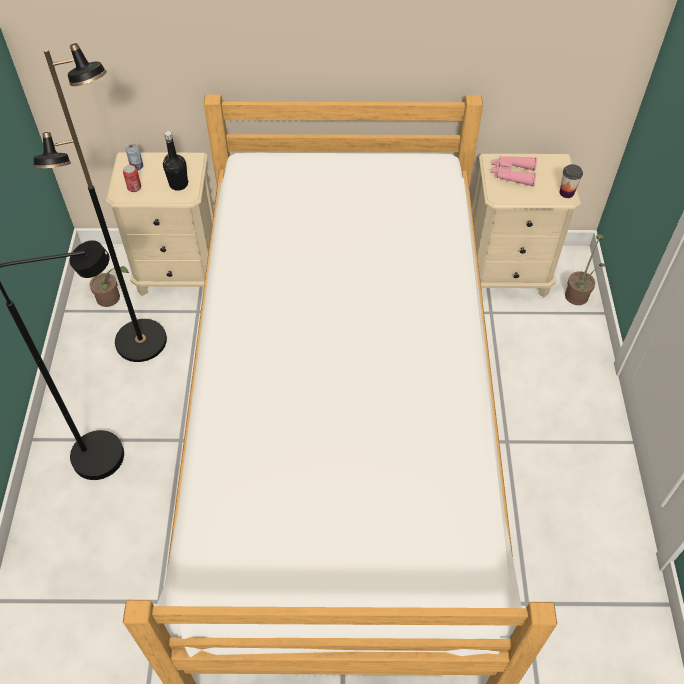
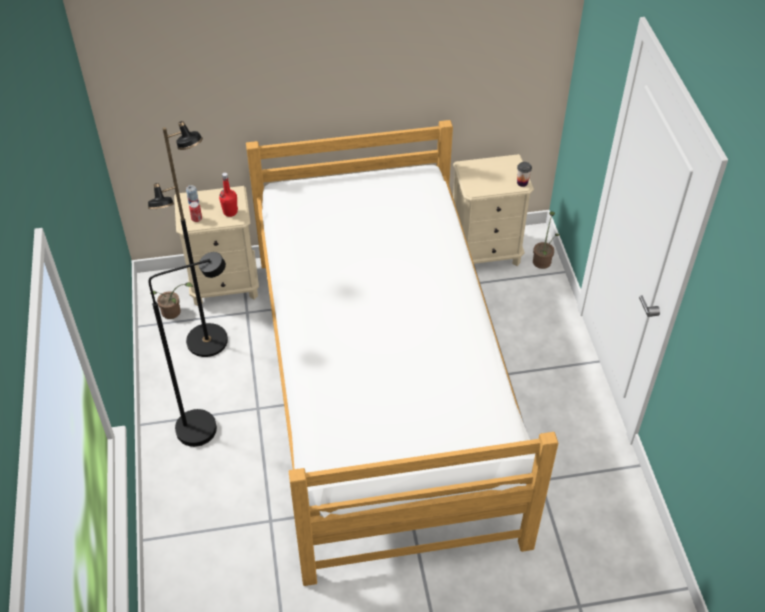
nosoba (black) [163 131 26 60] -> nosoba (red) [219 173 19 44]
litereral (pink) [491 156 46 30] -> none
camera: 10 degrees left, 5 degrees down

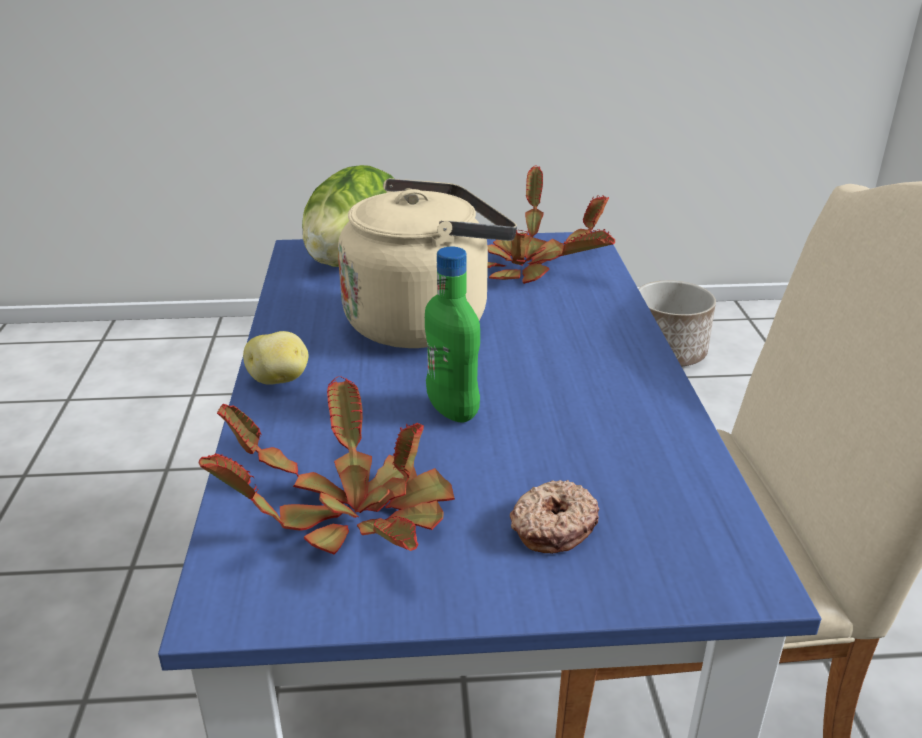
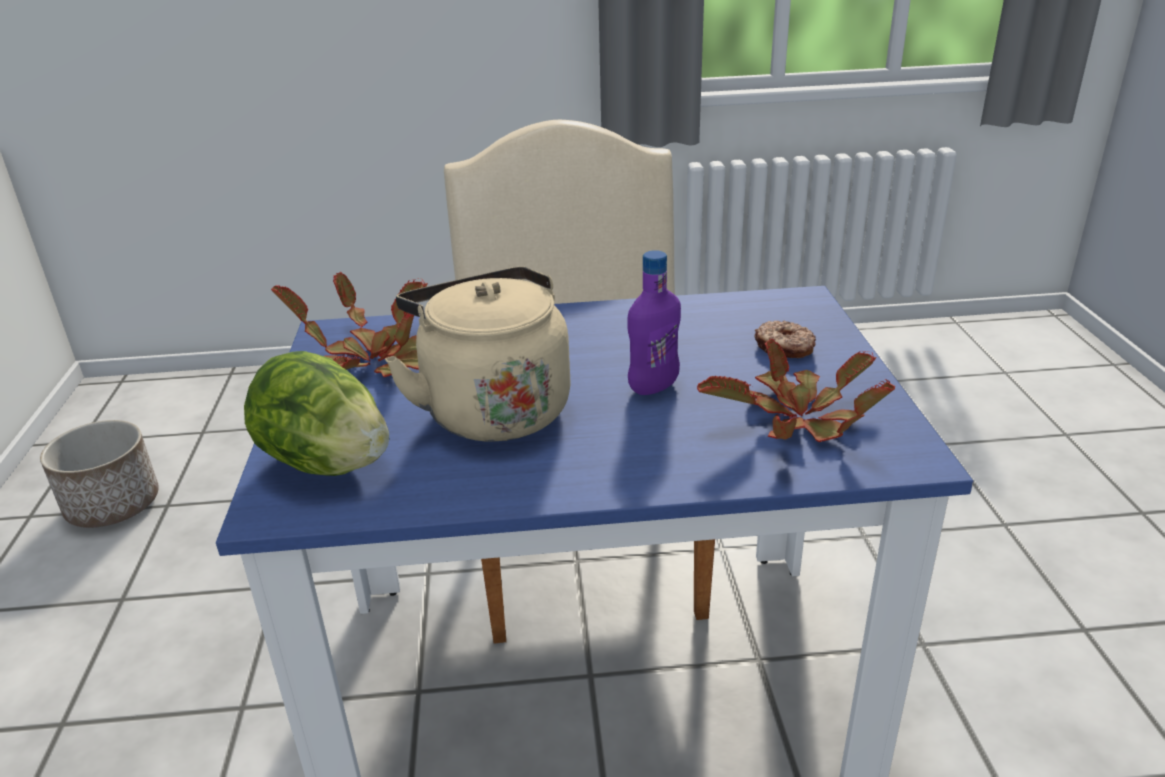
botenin [243 331 66 54] -> none
nosoba (green) [425 247 55 176] -> nosoba (purple) [628 250 53 145]
camera: 90 degrees left, 0 degrees up

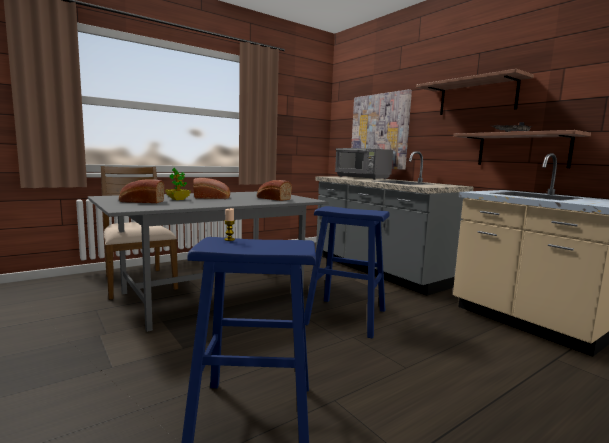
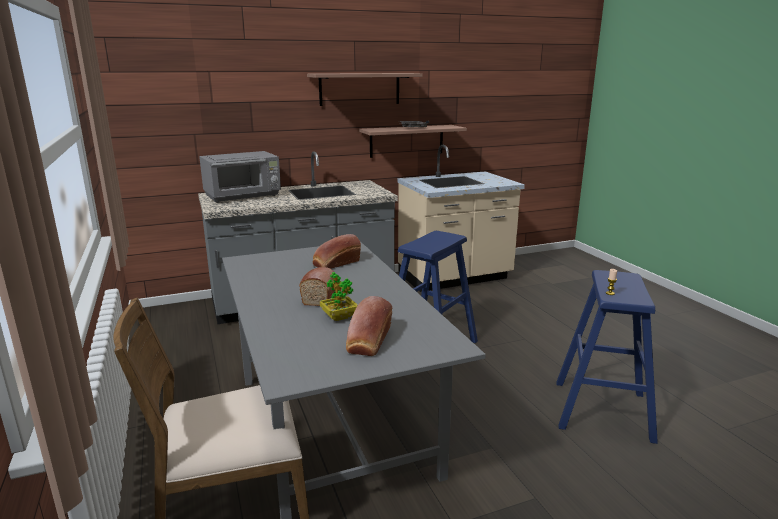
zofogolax [351 89 61 81] -> none
camera: 75 degrees left, 10 degrees up

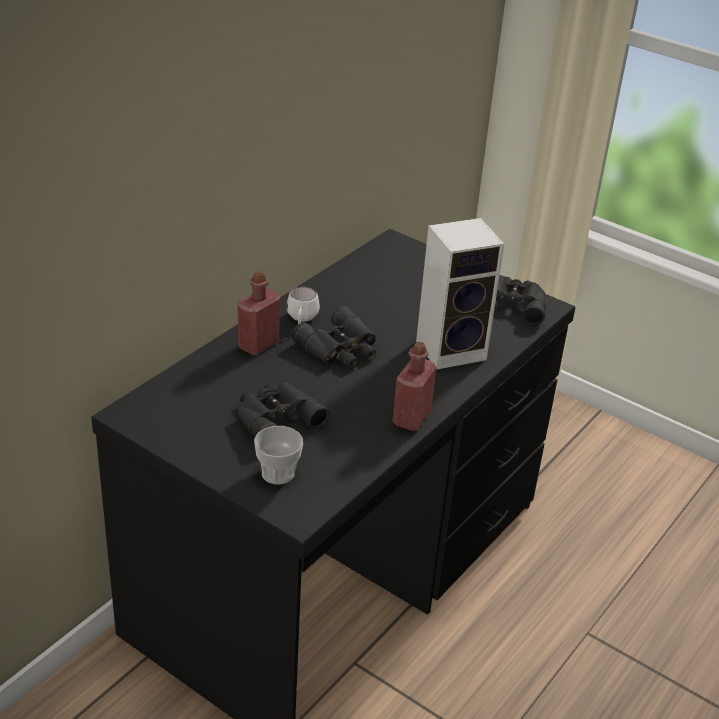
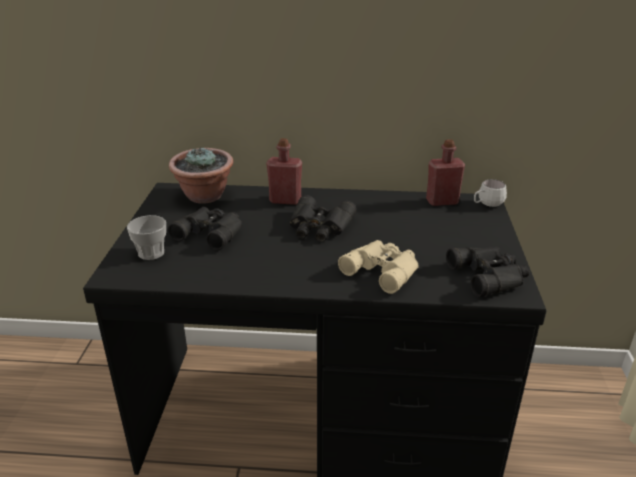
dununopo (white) [286 287 34 37] -> dununopo (white) [474 179 33 28], relocated
nosoba (red) [393 342 43 89] -> nosoba (red) [426 139 39 67], relocated
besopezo [416 218 88 152] -> litereral (beige) [338 240 80 54]
none -> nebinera [169 148 64 56]
camera: 60 degrees right, 5 degrees down

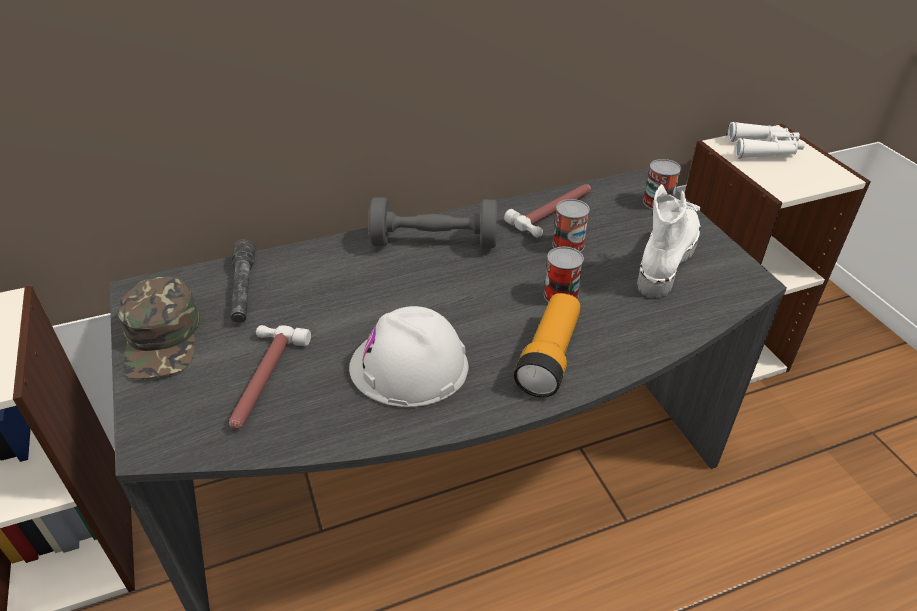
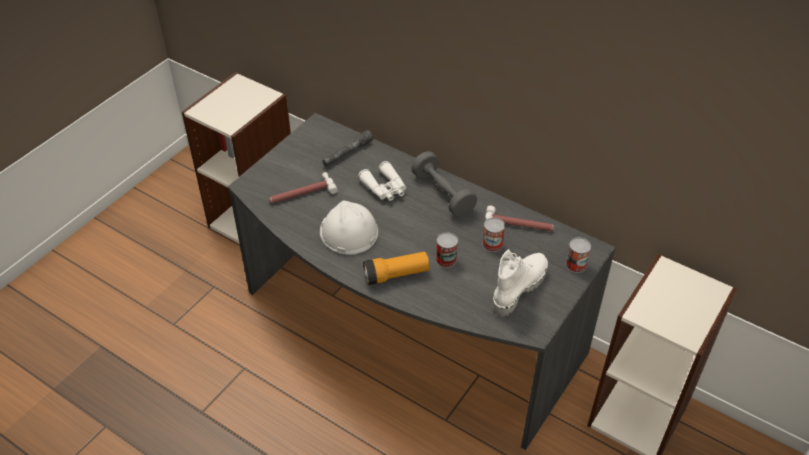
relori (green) [118 277 82 102] -> none
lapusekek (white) [637 184 64 114] -> lapusekek (white) [492 249 56 68], 45 degrees counterclockwise
litereral (white) [728 122 77 37] -> litereral (white) [358 161 48 40], relocated
camera: 55 degrees right, 5 degrees up

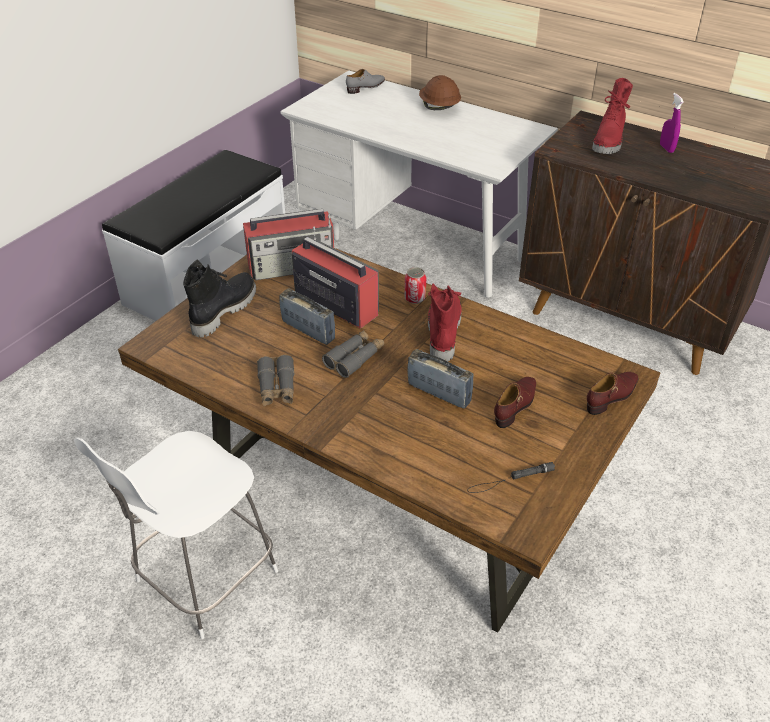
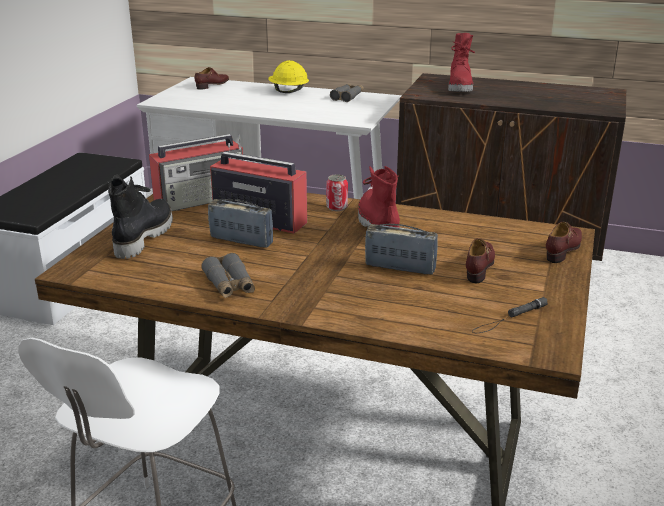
litereral (grey) [322 330 62 48] -> litereral (grey) [330 84 34 18], relocated
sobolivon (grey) [346 69 39 25] -> sobolivon (brown) [195 67 34 23]
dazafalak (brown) [419 75 42 35] -> dazafalak (yellow) [268 60 41 33]
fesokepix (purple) [660 93 24 60] -> none
camera: 15 degrees left, 15 degrees down

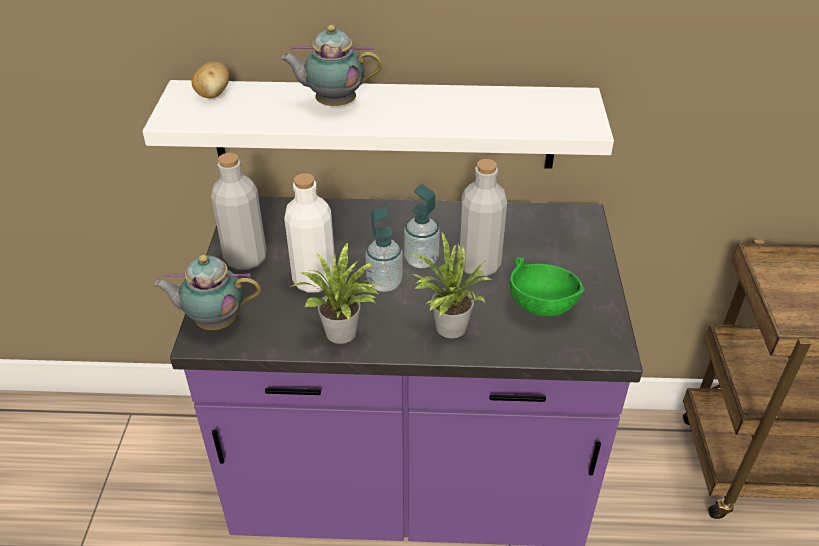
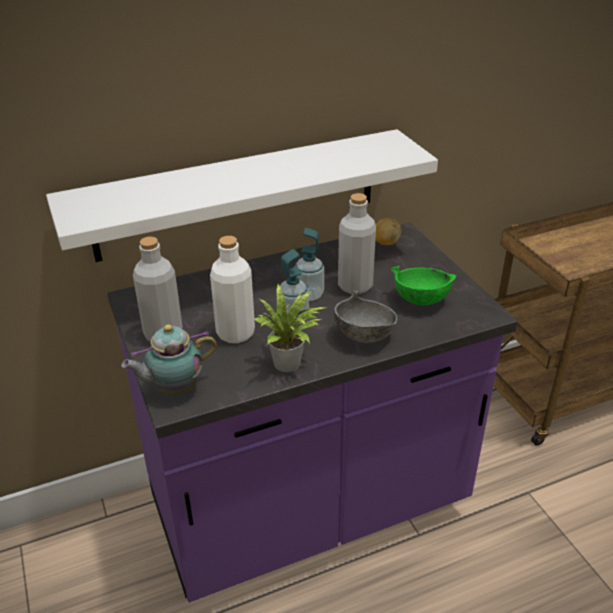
botenin [191 62 38 36] -> botenin [375 218 26 27], relocated
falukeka [280 25 102 81] -> none
nebinera [407 231 85 107] -> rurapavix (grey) [334 290 64 53]
camera: 25 degrees left, 5 degrees down

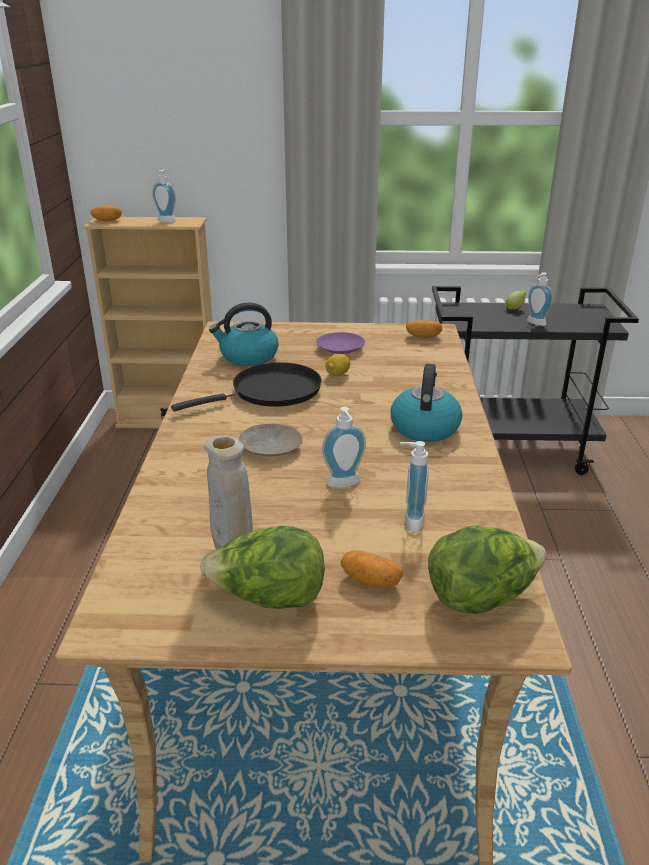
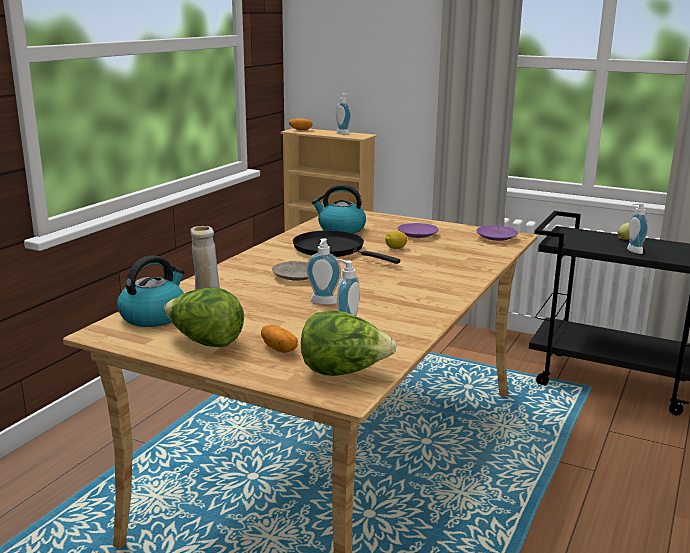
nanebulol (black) [171 362 151 49] -> nanebulol (black) [293 230 107 34], 135 degrees counterclockwise
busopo [390 364 73 78] -> busopo [117 255 68 72], relocated
botenin [406 320 36 18] -> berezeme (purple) [477 225 41 16]
camera: 25 degrees right, 10 degrees down

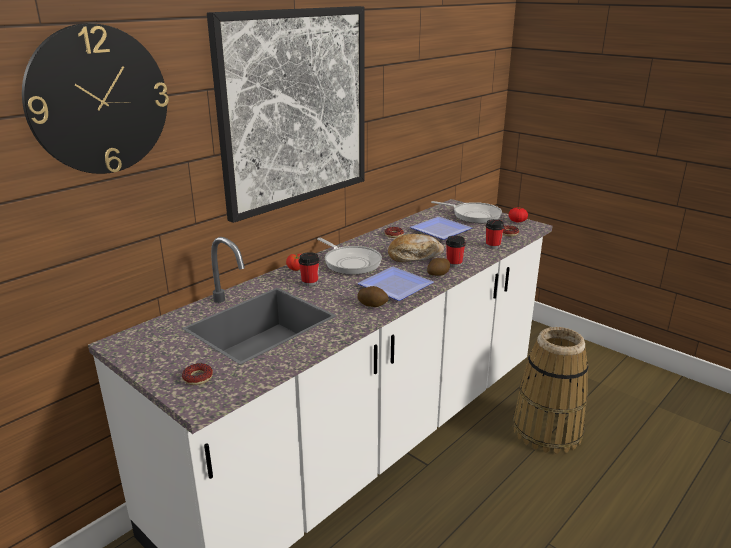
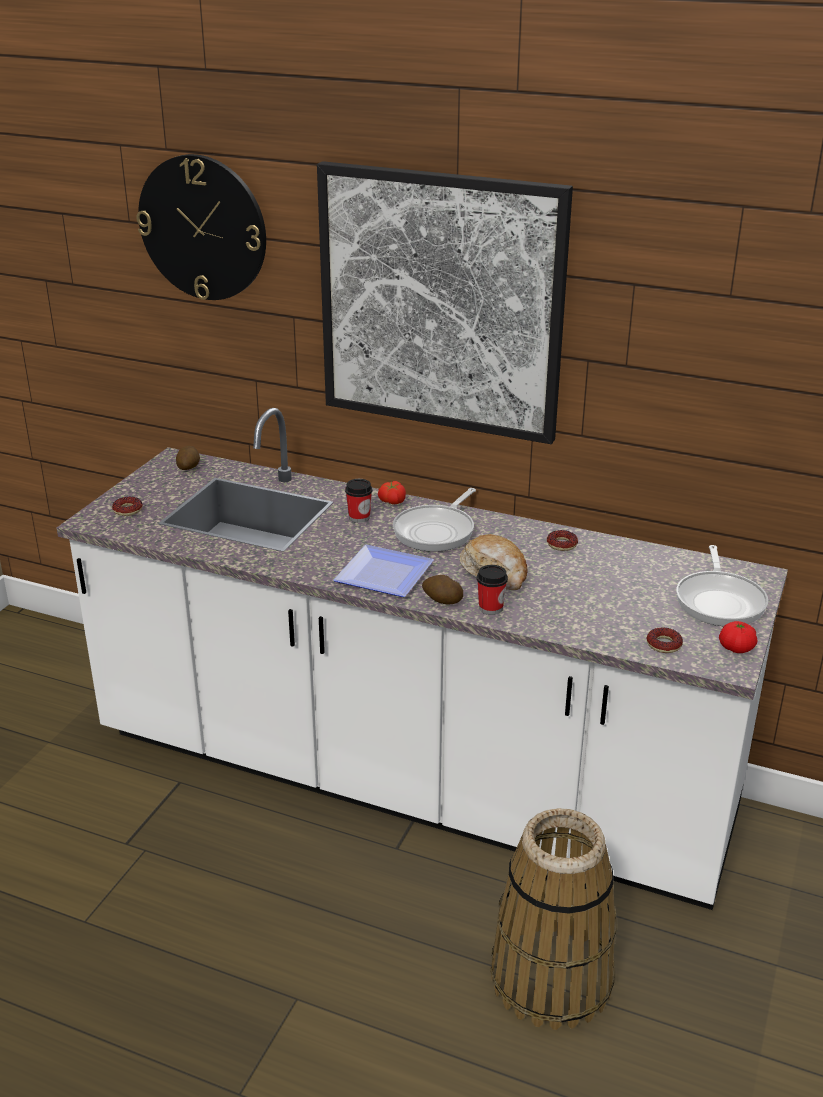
botenin [357 286 32 21] -> botenin [176 446 24 24], relocated
berezeme [410 217 62 23] -> none
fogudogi [486 219 18 30] -> none
camera: 70 degrees right, 5 degrees up

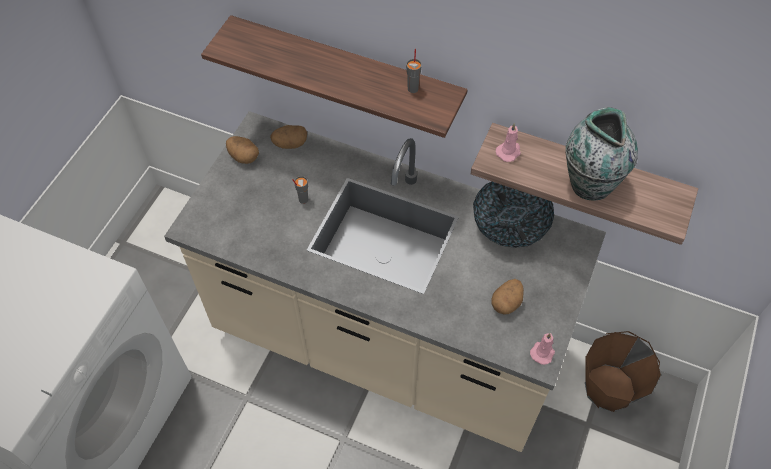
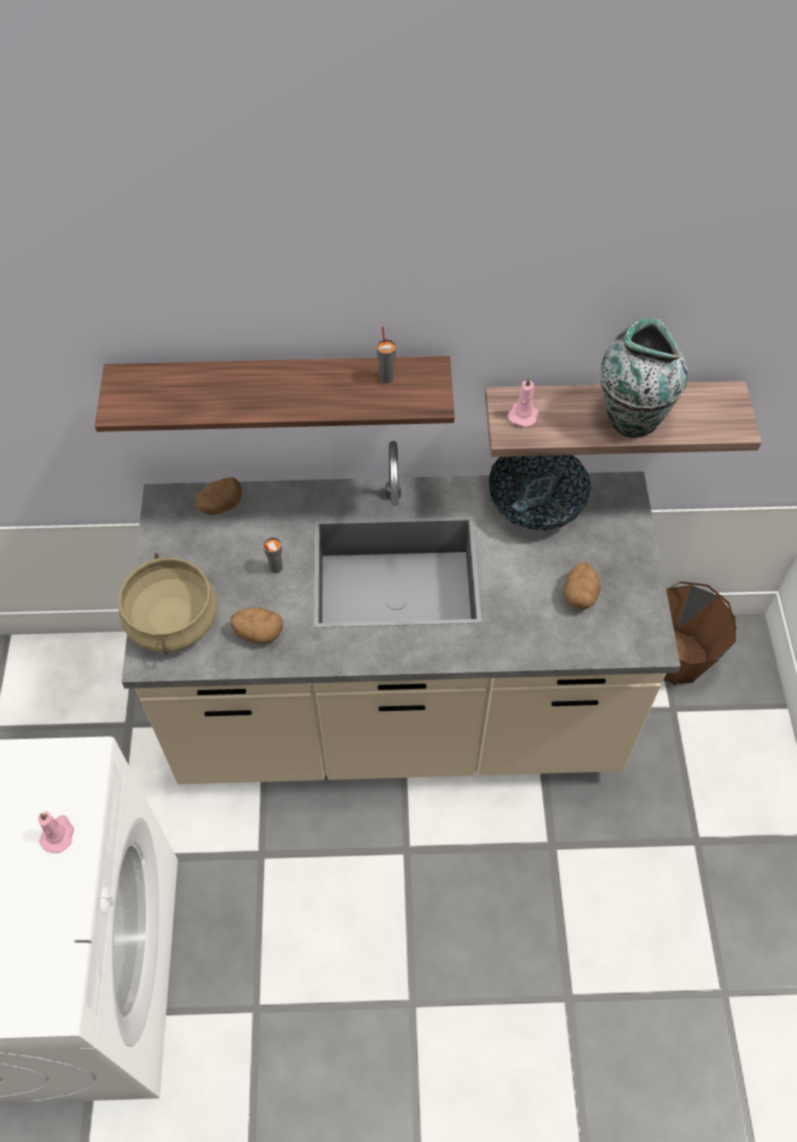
botenin [226 136 33 28] -> botenin [230 607 53 37], relocated
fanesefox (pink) [530 333 25 32] -> fanesefox (pink) [38 811 36 42], relocated
none -> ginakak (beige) [118 553 99 101]
camera: 25 degrees left, 0 degrees up

